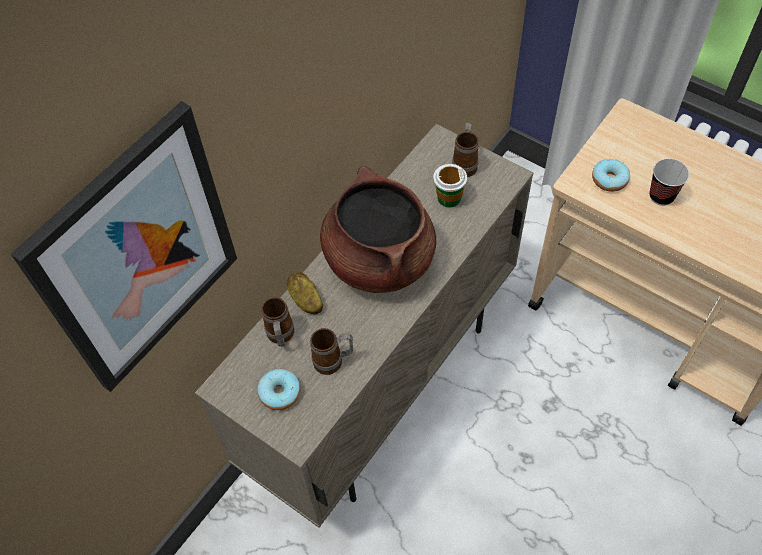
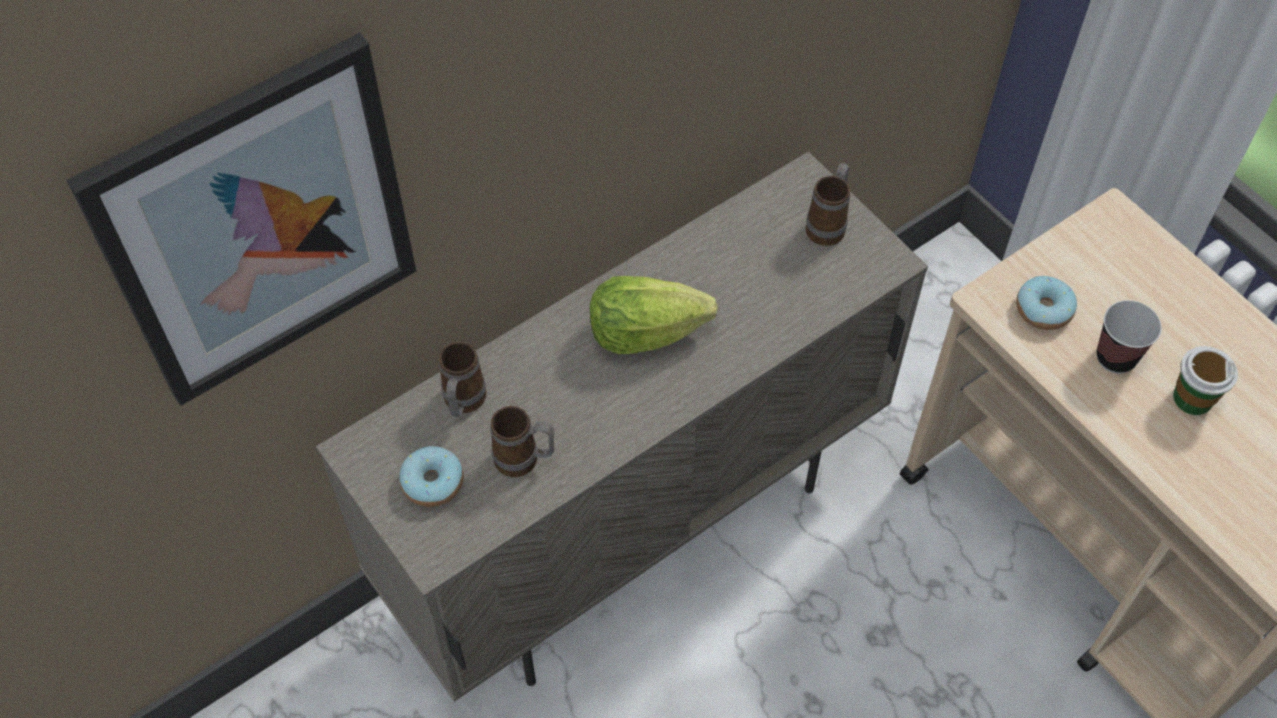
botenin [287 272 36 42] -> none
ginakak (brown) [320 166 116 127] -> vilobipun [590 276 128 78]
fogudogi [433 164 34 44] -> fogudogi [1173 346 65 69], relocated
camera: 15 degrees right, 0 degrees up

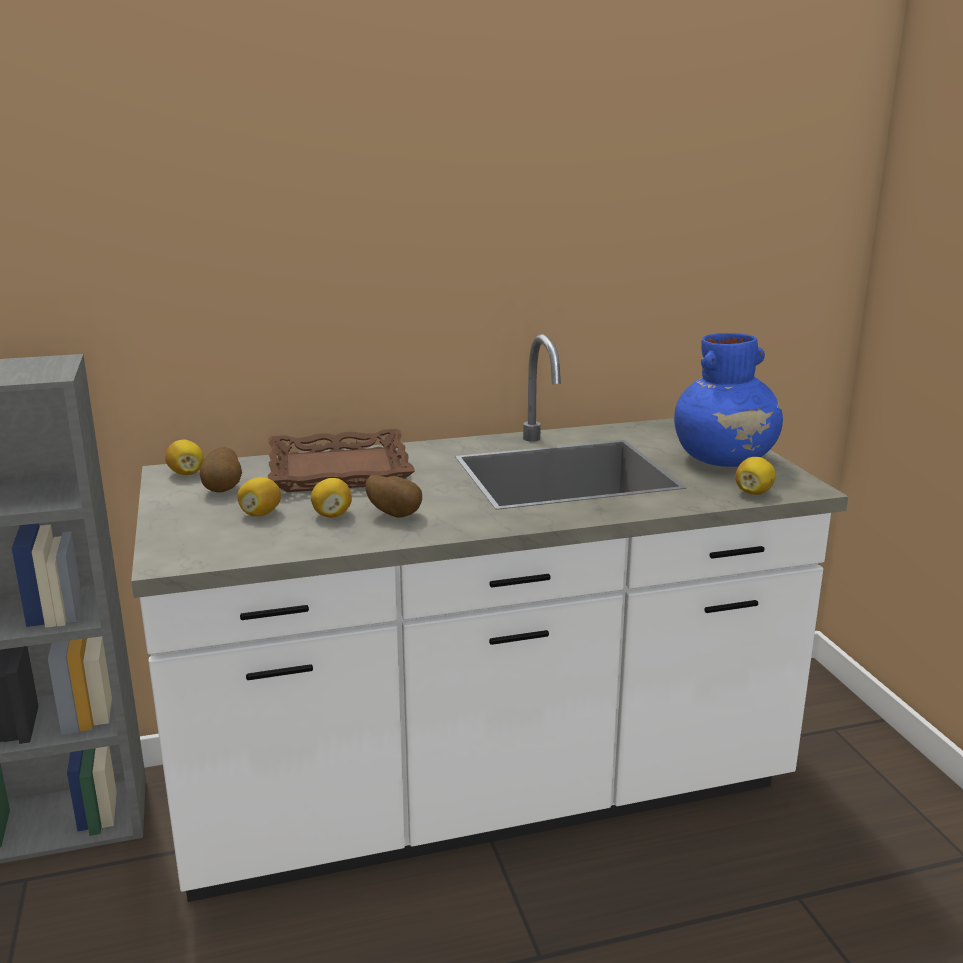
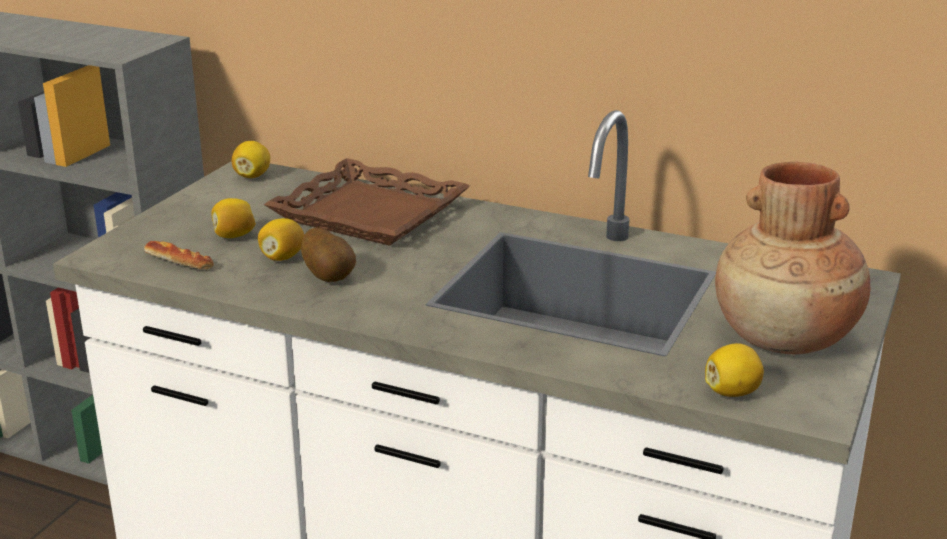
botenin [200 447 42 46] -> none
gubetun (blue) [674 333 109 134] -> gubetun (brown) [715 162 155 192]
none -> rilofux [144 241 70 29]
camera: 40 degrees right, 5 degrees up

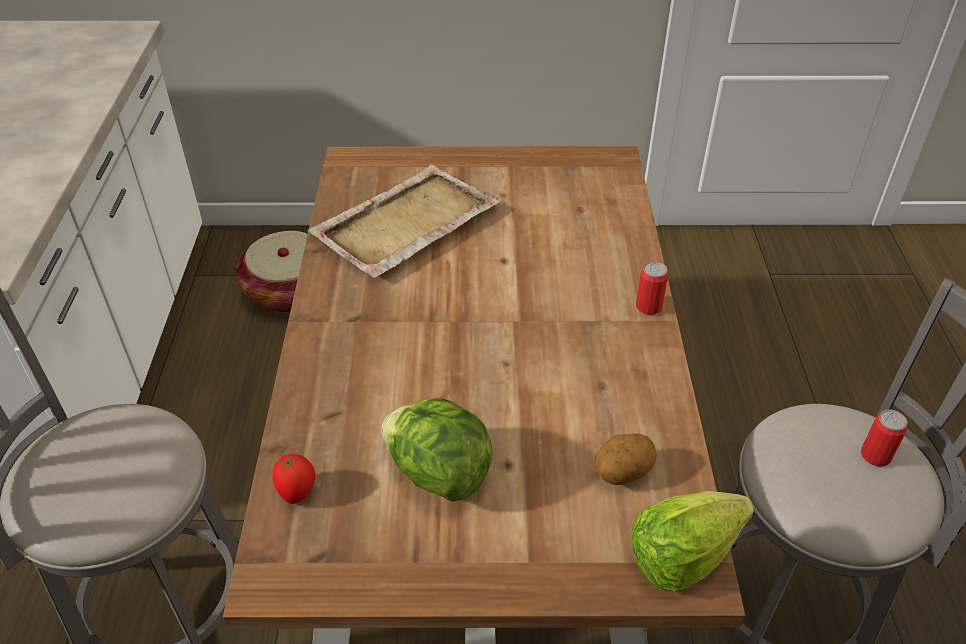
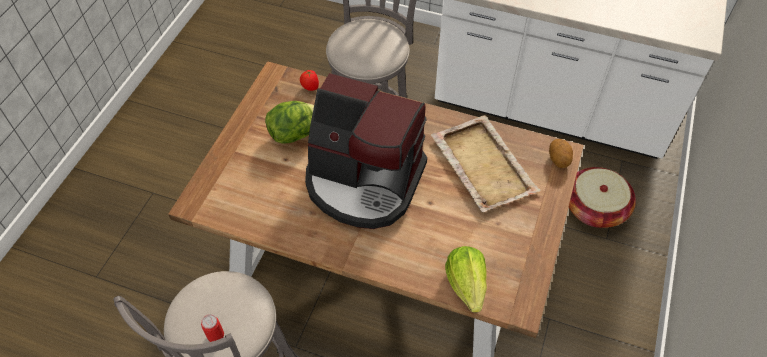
botenin [595 434 62 51] -> botenin [549 139 24 29], relocated
vilobipun [631 491 123 100] -> vilobipun [445 246 42 66], relocated
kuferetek [636 261 32 54] -> none
none -> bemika [305 73 122 156]
camera: 110 degrees right, 10 degrees up

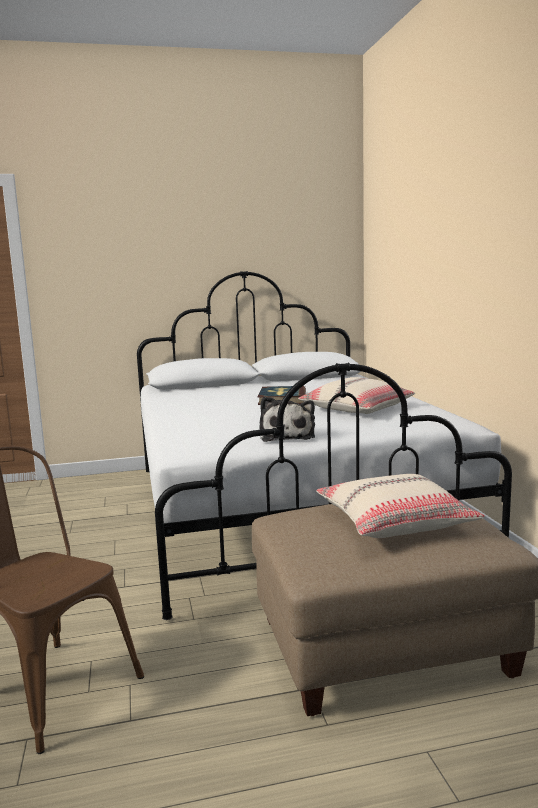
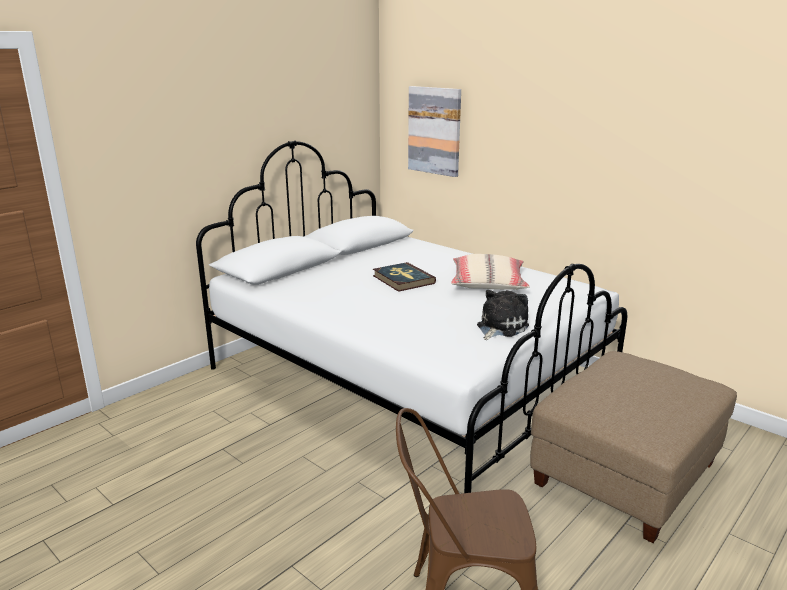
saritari [259 397 56 45] -> saritari [477 290 52 50], 105 degrees counterclockwise
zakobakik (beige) [316 474 169 64] -> none
none -> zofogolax [408 86 53 91]
camera: 35 degrees left, 10 degrees up

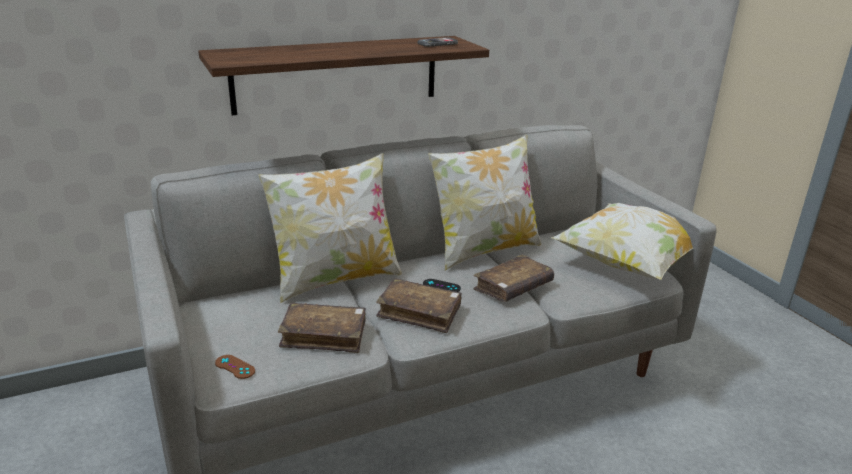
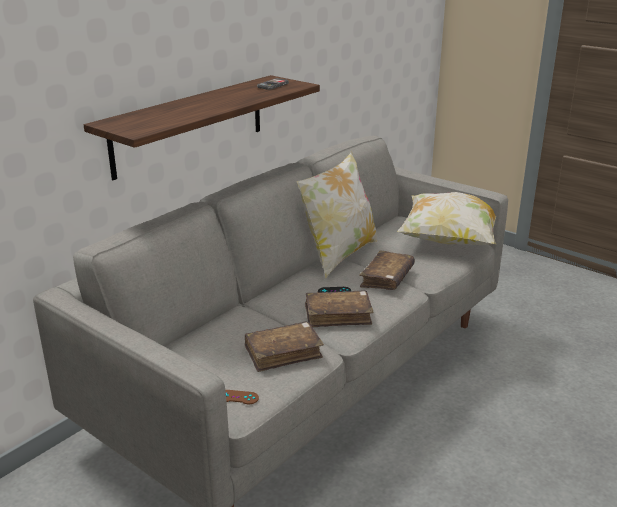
zakobakik [258 153 144 150] -> none
camera: 25 degrees left, 0 degrees up

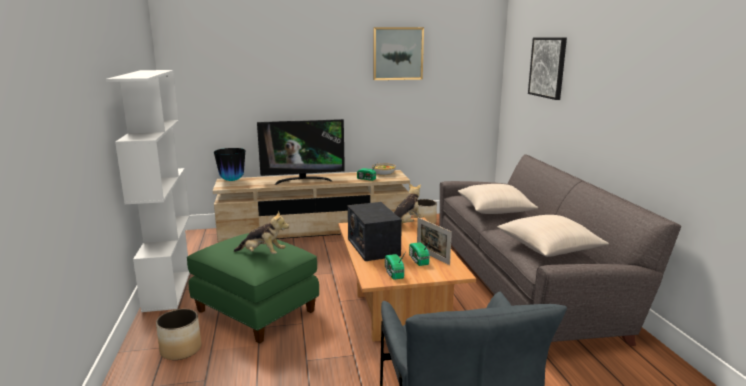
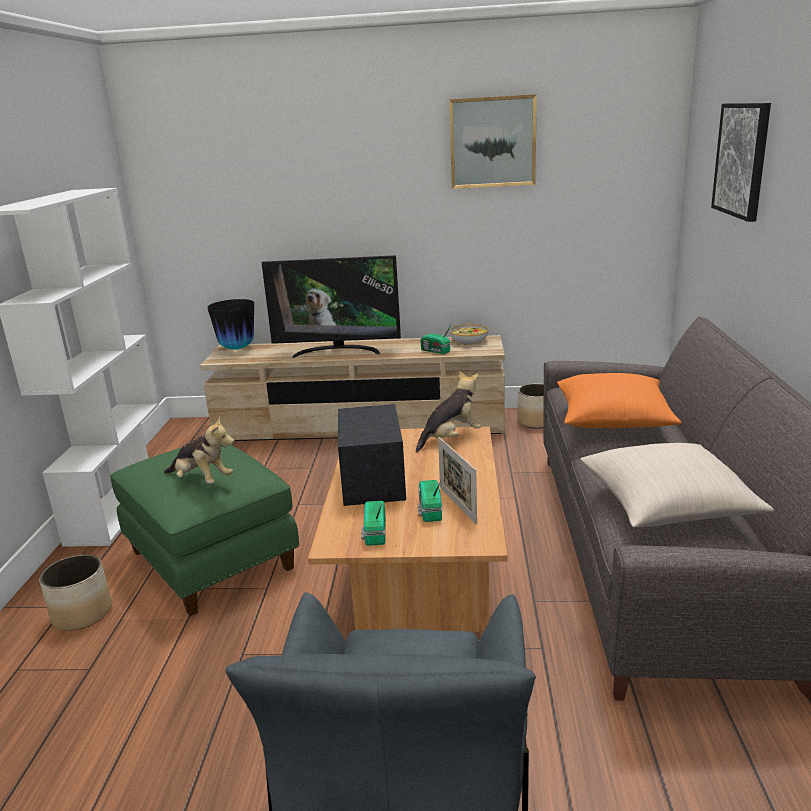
zakobakik (beige) [458 184 80 30] -> zakobakik (orange) [557 373 124 55]
camera: 15 degrees right, 5 degrees up

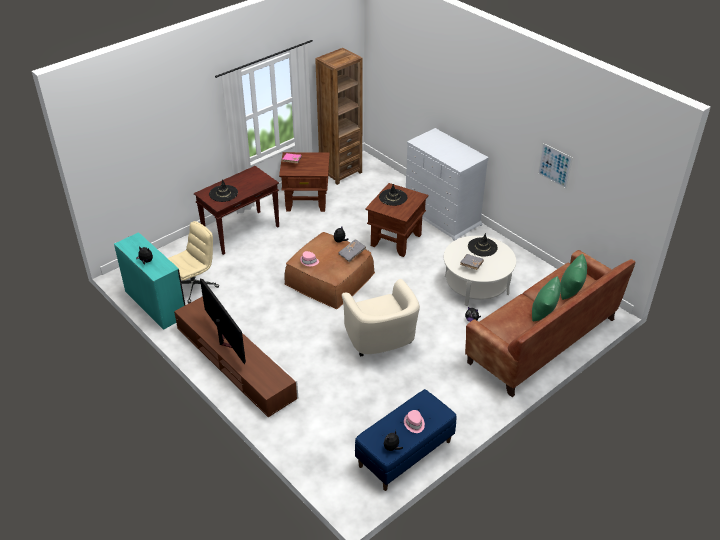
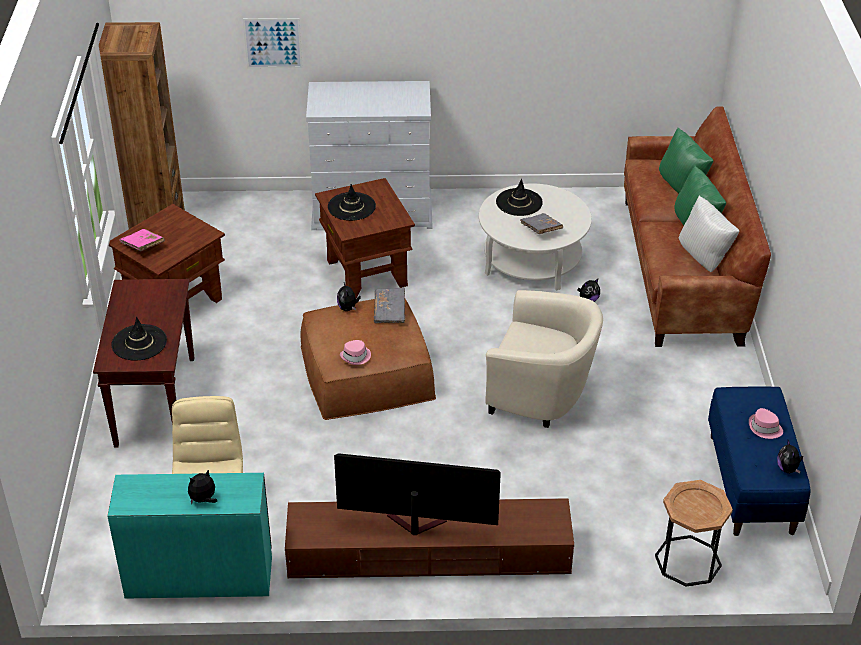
zofogolax [538 143 35 46] -> zofogolax [243 18 60 51], relocated
none -> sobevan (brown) [655 480 78 107]
none -> zakobakik (white) [679 195 60 77]
camera: 50 degrees left, 0 degrees up

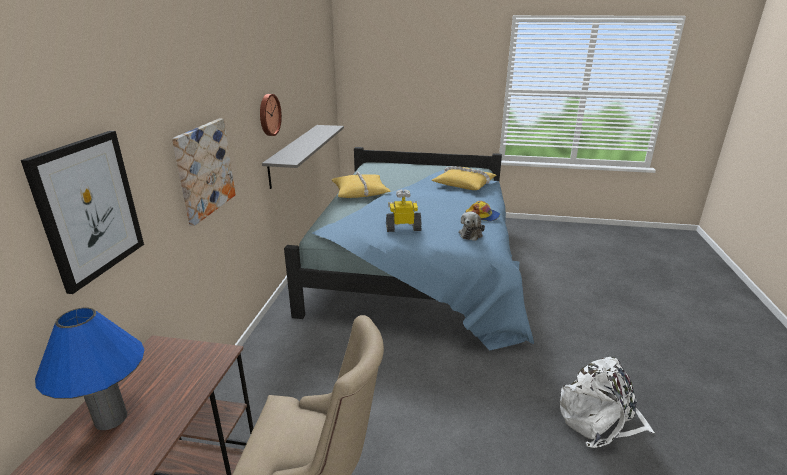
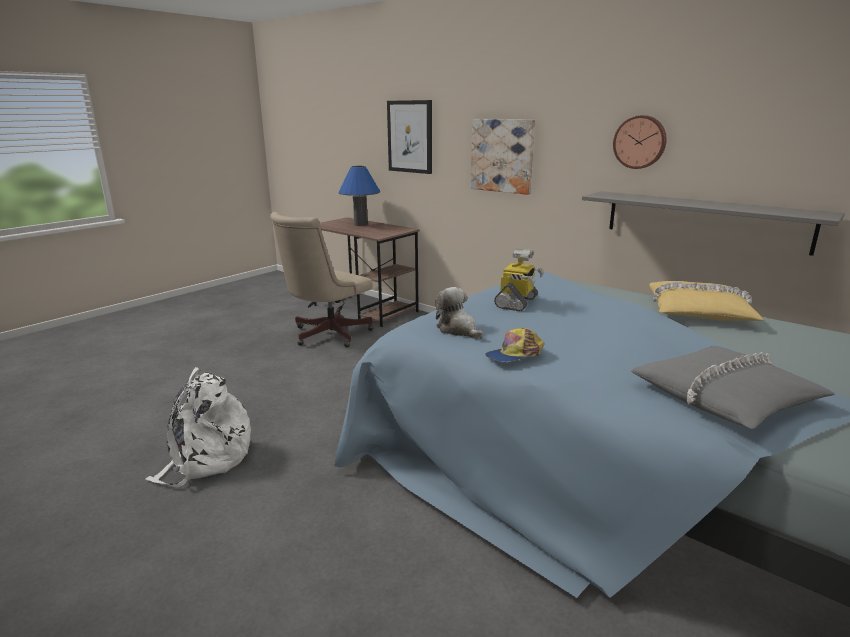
zakobakik (yellow) [432 166 64 24] -> zakobakik (grey) [631 346 204 83]
camera: 120 degrees right, 5 degrees down

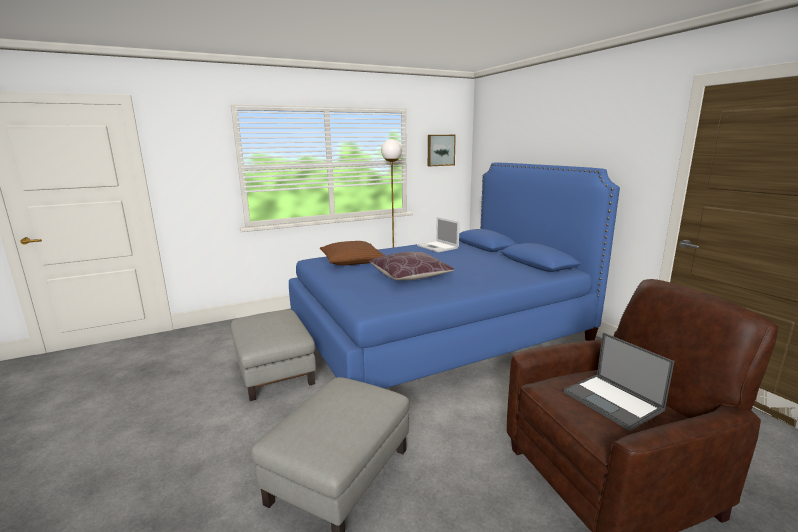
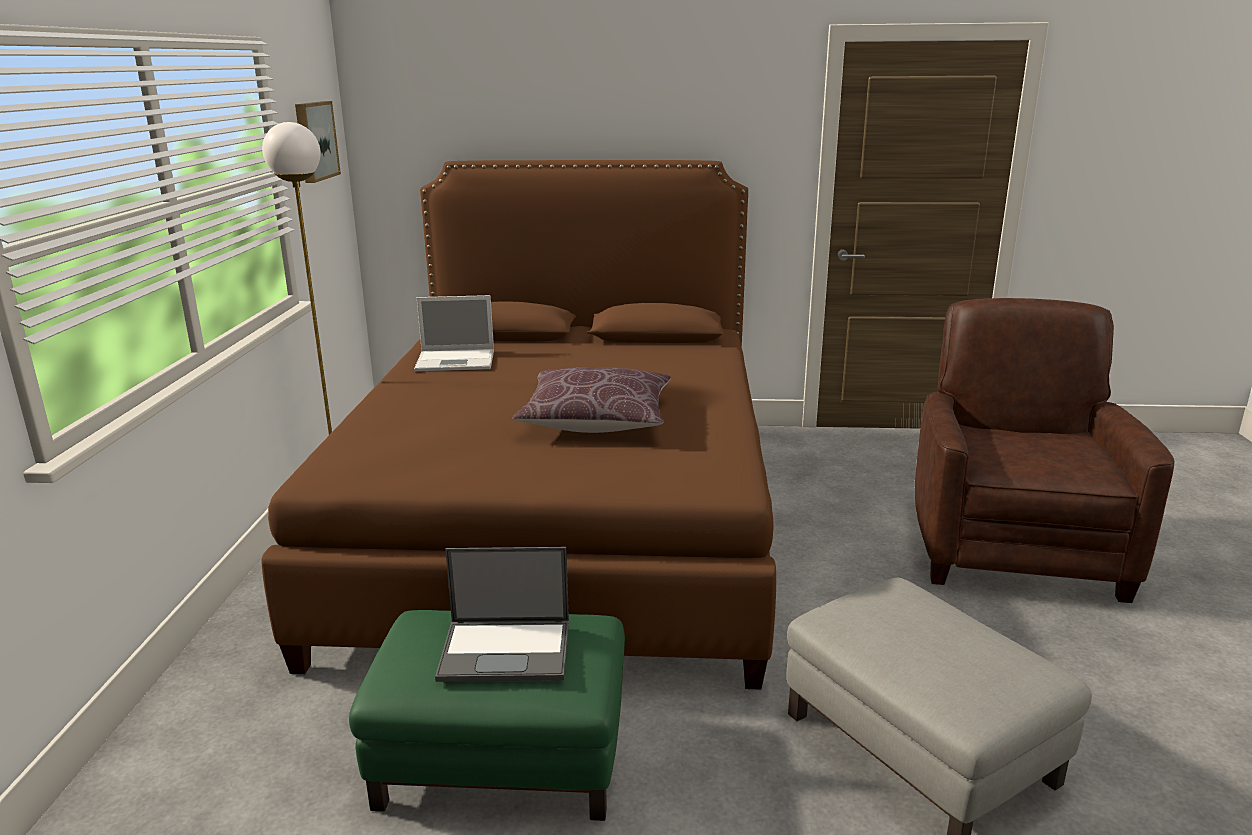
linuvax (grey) [231 310 85 91] -> linuvax (green) [349 610 276 211]
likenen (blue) [289 163 331 226] -> likenen (brown) [261 160 515 530]
zakobakik (brown) [320 241 66 25] -> none
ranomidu [563 332 111 99] -> ranomidu [435 547 134 135], relocated
camera: 60 degrees left, 5 degrees up

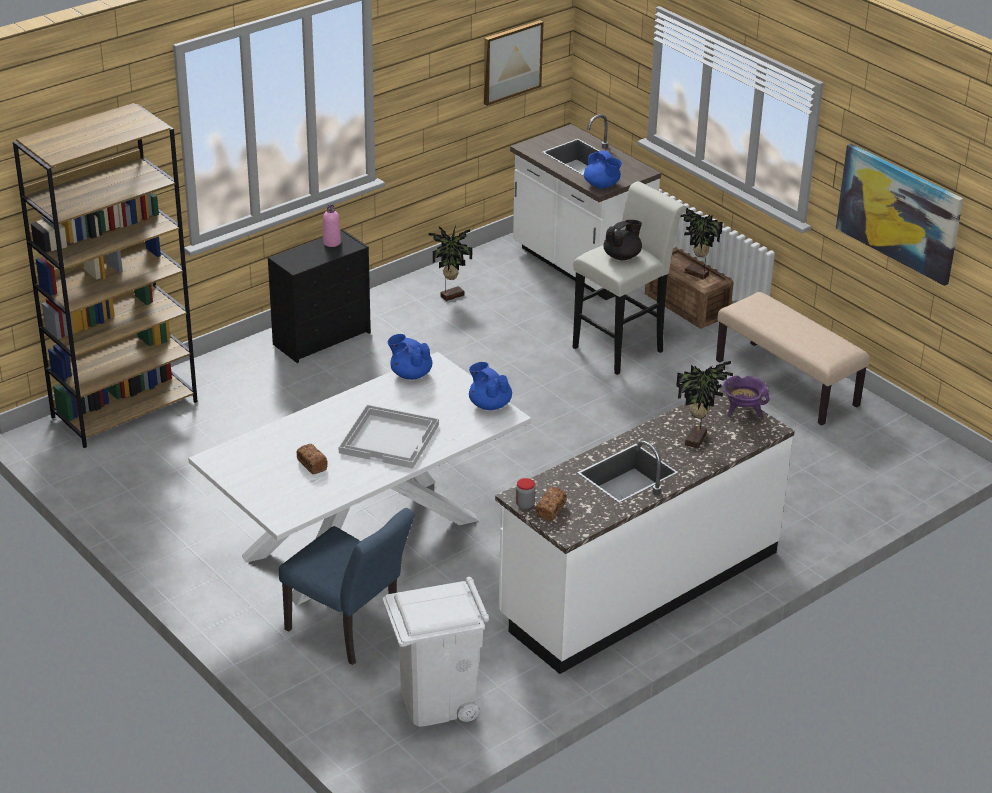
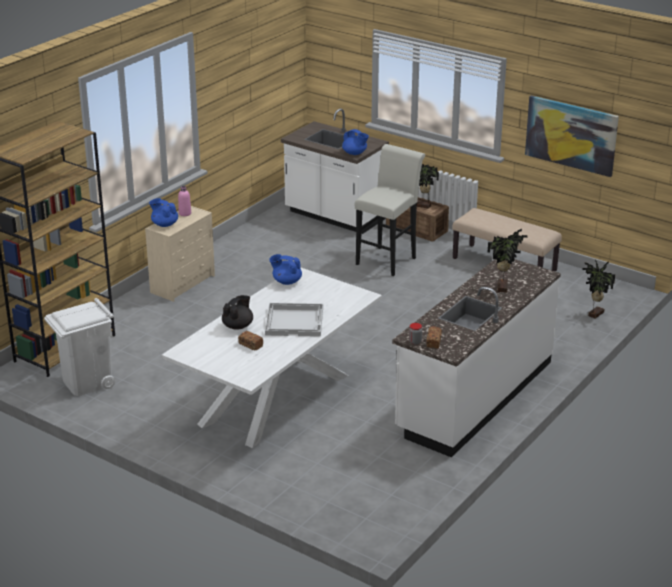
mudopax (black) [268 230 103 133] -> mudopax (beige) [145 206 70 96]
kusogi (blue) [279 508 135 157] -> none
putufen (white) [383 577 106 149] -> putufen (white) [44 298 71 98], relocated
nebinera [429 225 43 76] -> nebinera [583 259 32 60], relocated
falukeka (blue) [469 362 43 48] -> falukeka (blue) [149 198 29 29], relocated
zofogolax [484 20 59 86] -> none
falukeka (black) [603 220 39 40] -> falukeka (black) [222 295 31 35], relocated
ginakak (purple) [723 375 47 42] -> none
camera: 15 degrees left, 5 degrees down

